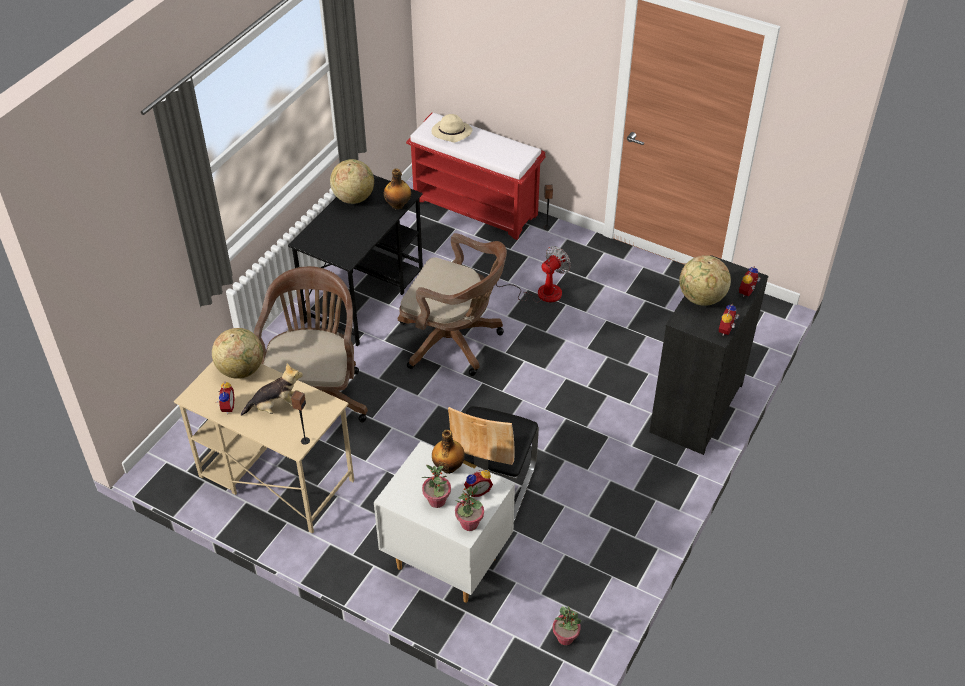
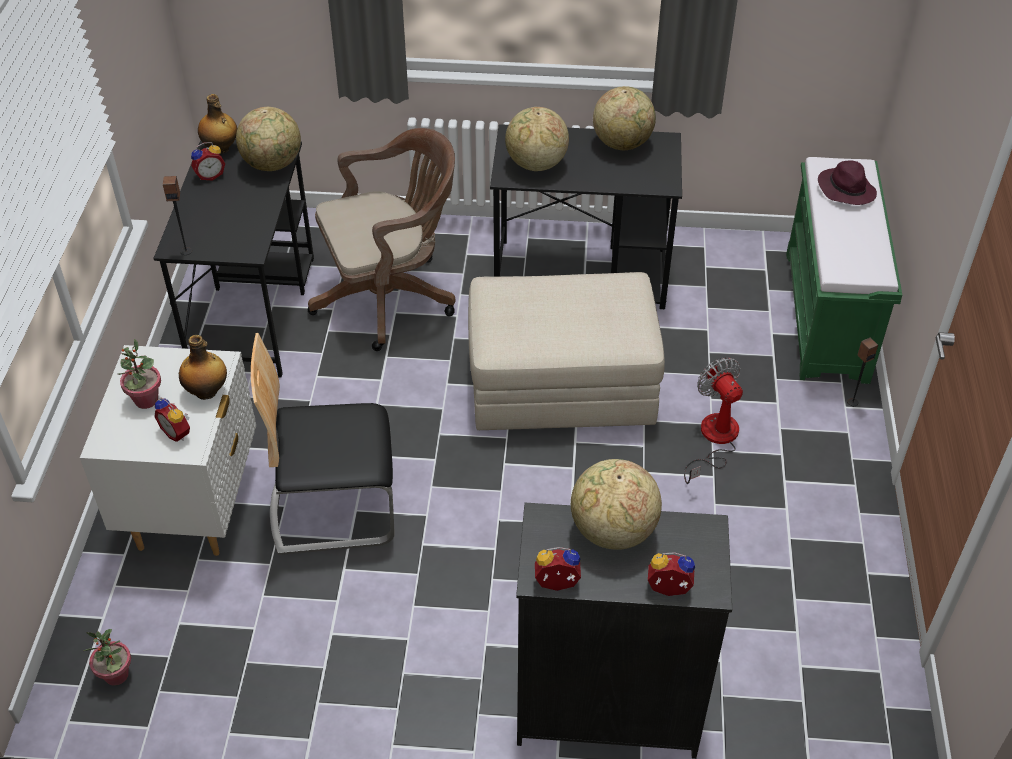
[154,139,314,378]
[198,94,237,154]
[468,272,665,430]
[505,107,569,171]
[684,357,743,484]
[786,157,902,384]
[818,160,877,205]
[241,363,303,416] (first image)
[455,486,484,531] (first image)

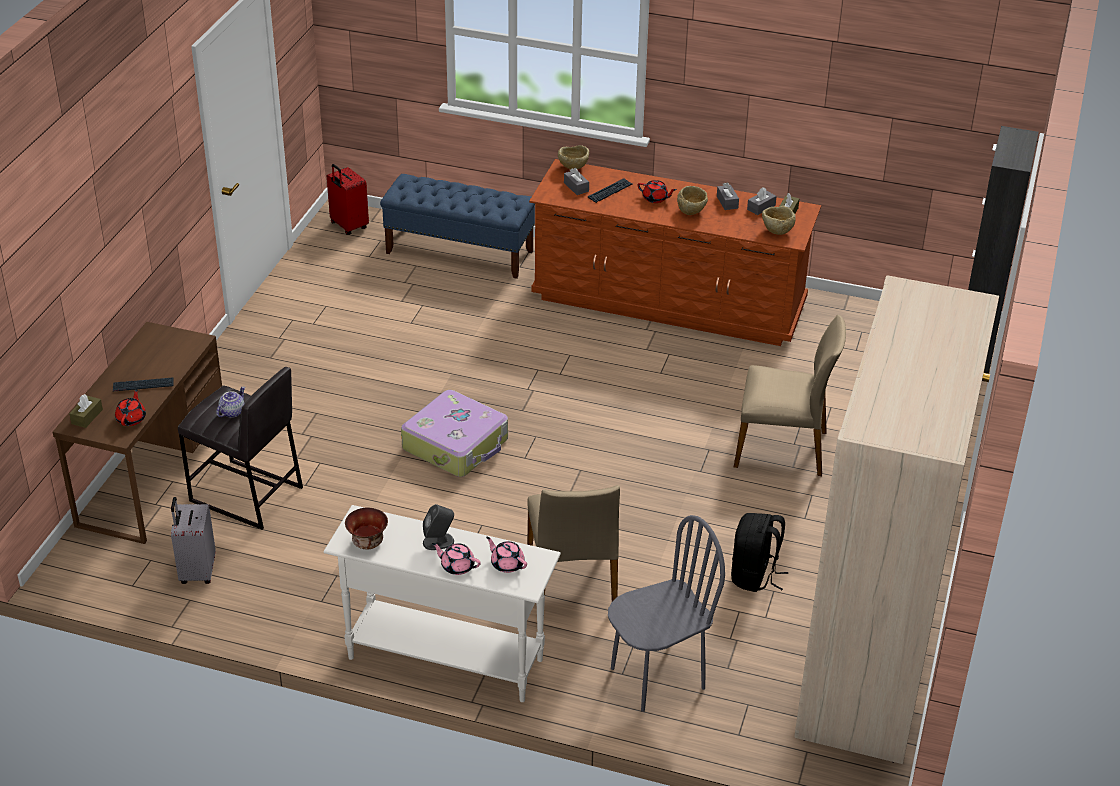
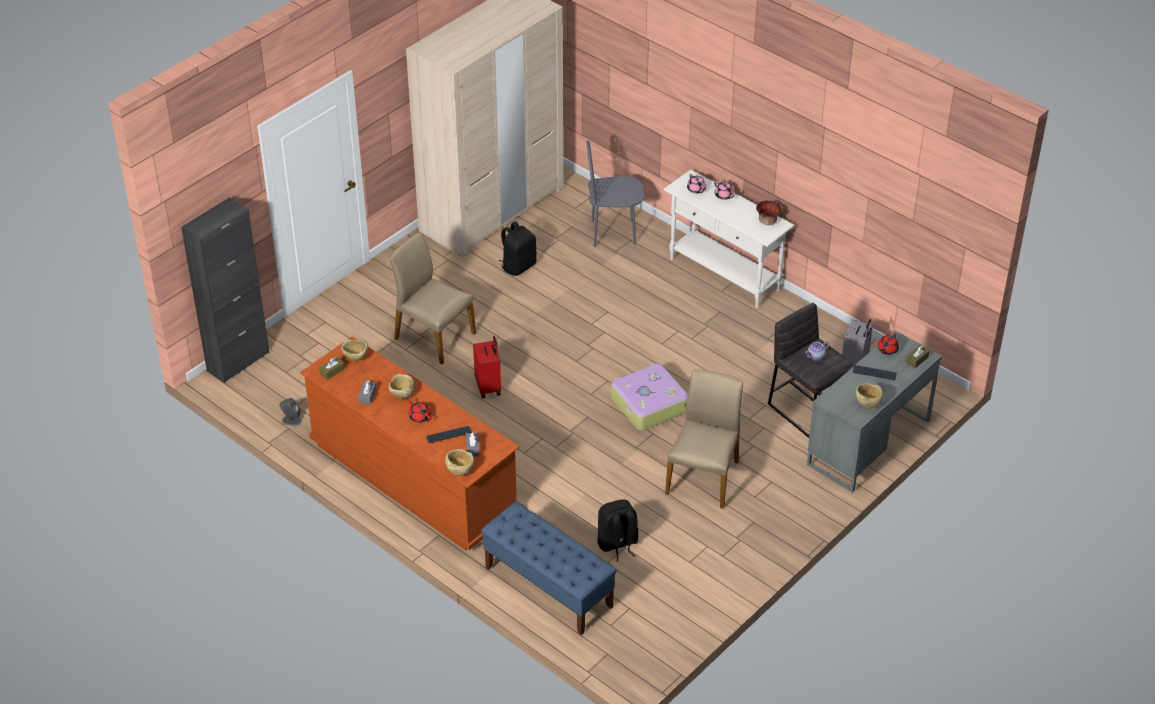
[279,398,302,426]
[473,336,501,398]
[597,499,638,562]
[665,369,743,509]
[807,330,942,493]
[856,383,883,408]
[747,187,777,215] (first image)

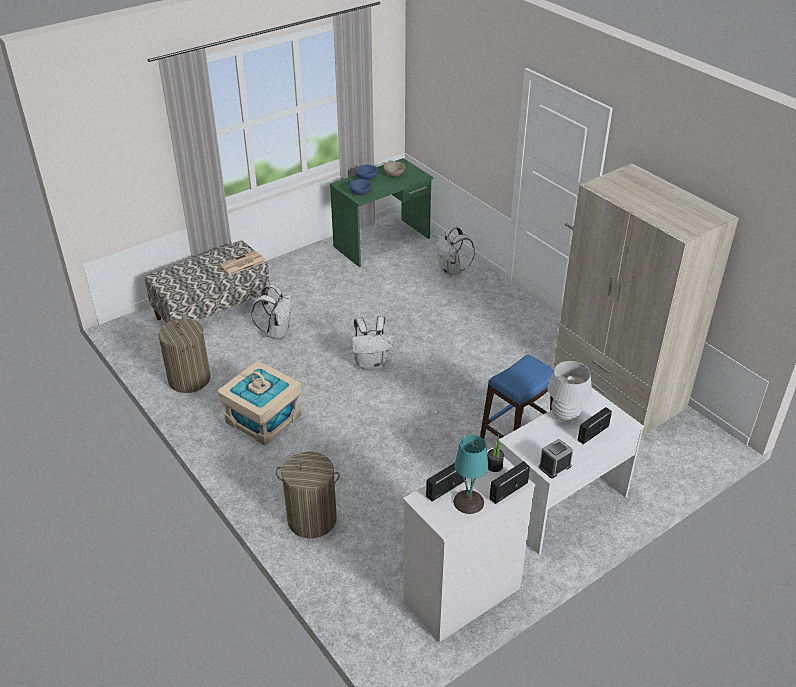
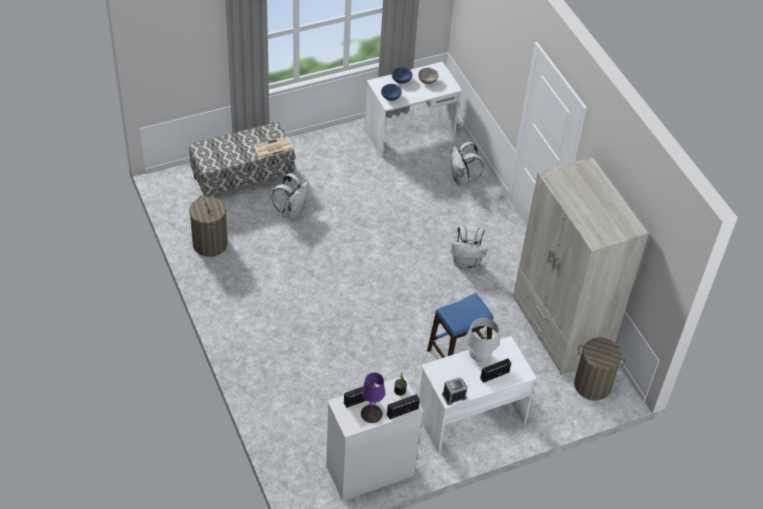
[361,373,385,423]
[364,62,462,158]
[451,226,488,269]
[574,338,625,400]
[218,361,302,445] (first image)

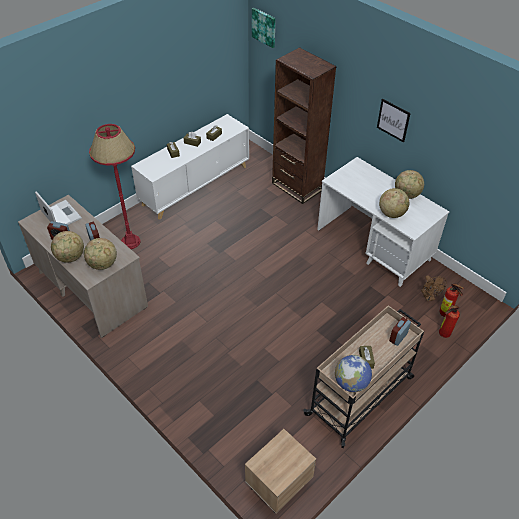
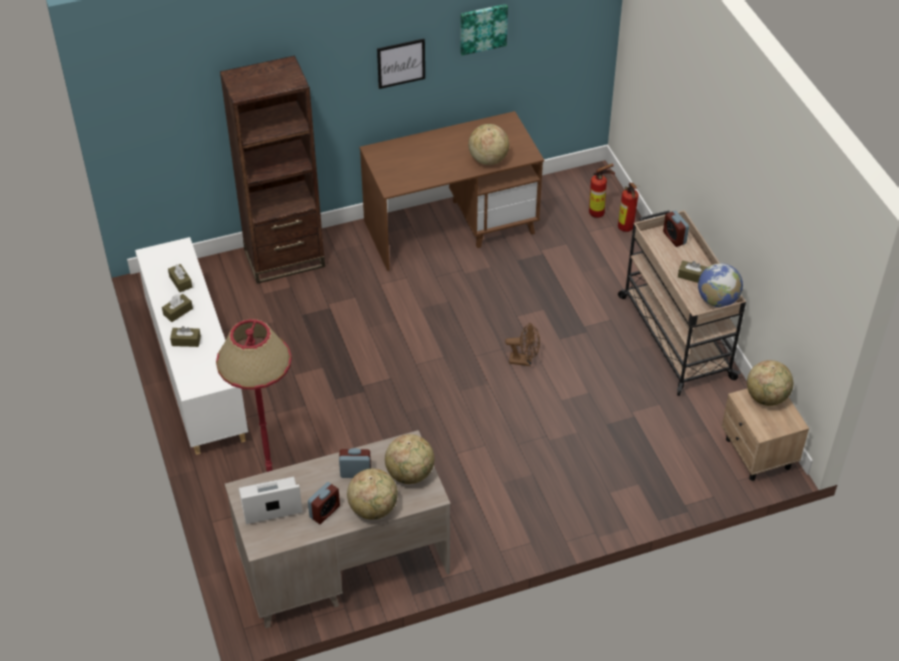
[359,111,544,271]
[460,4,508,56]
[505,323,540,366]
[747,360,793,406]

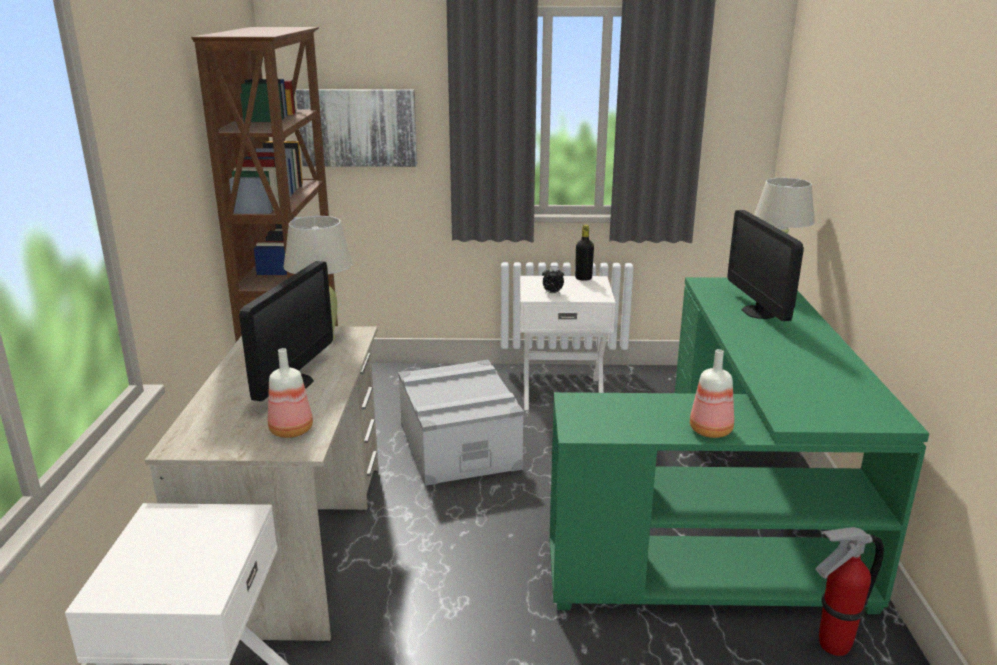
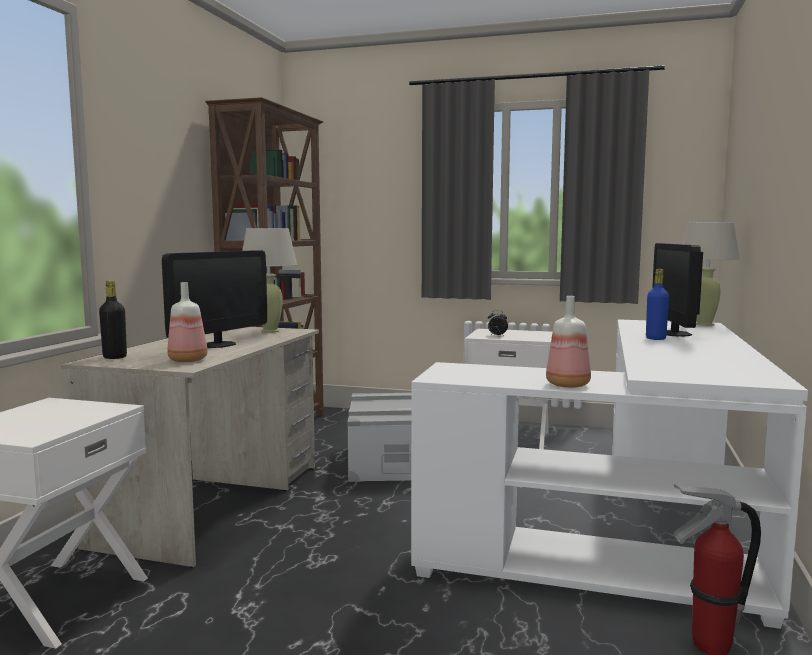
[99,280,127,359]
[411,319,808,629]
[646,269,669,340]
[296,89,417,167] (first image)

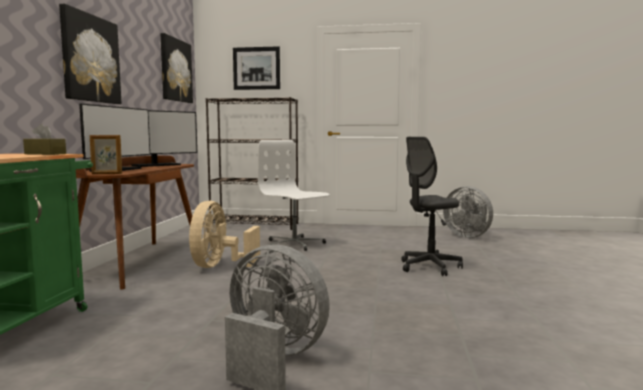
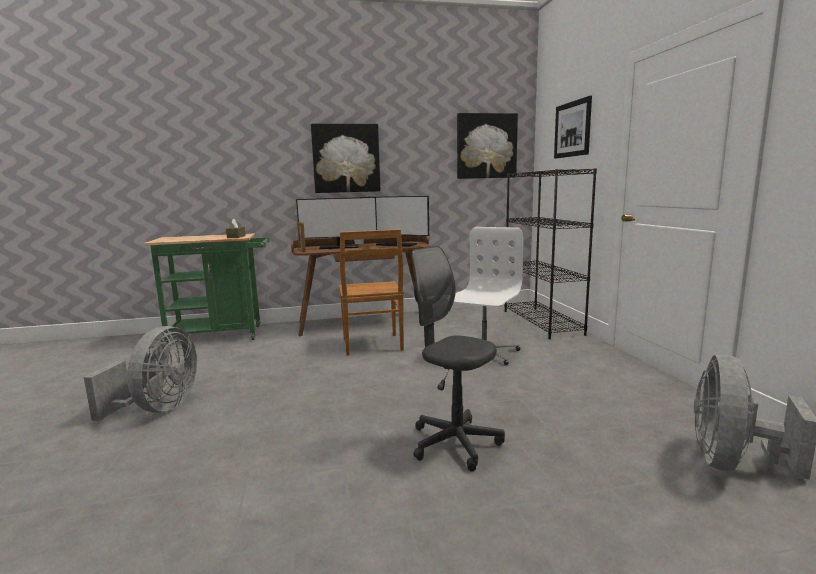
[339,229,404,356]

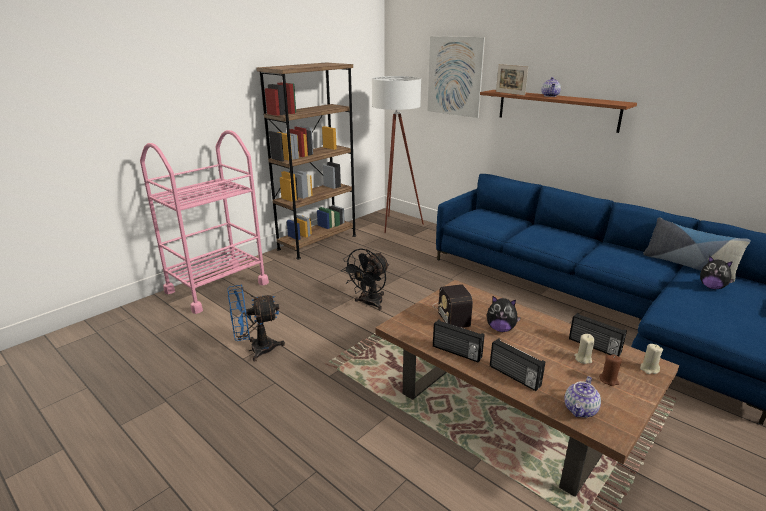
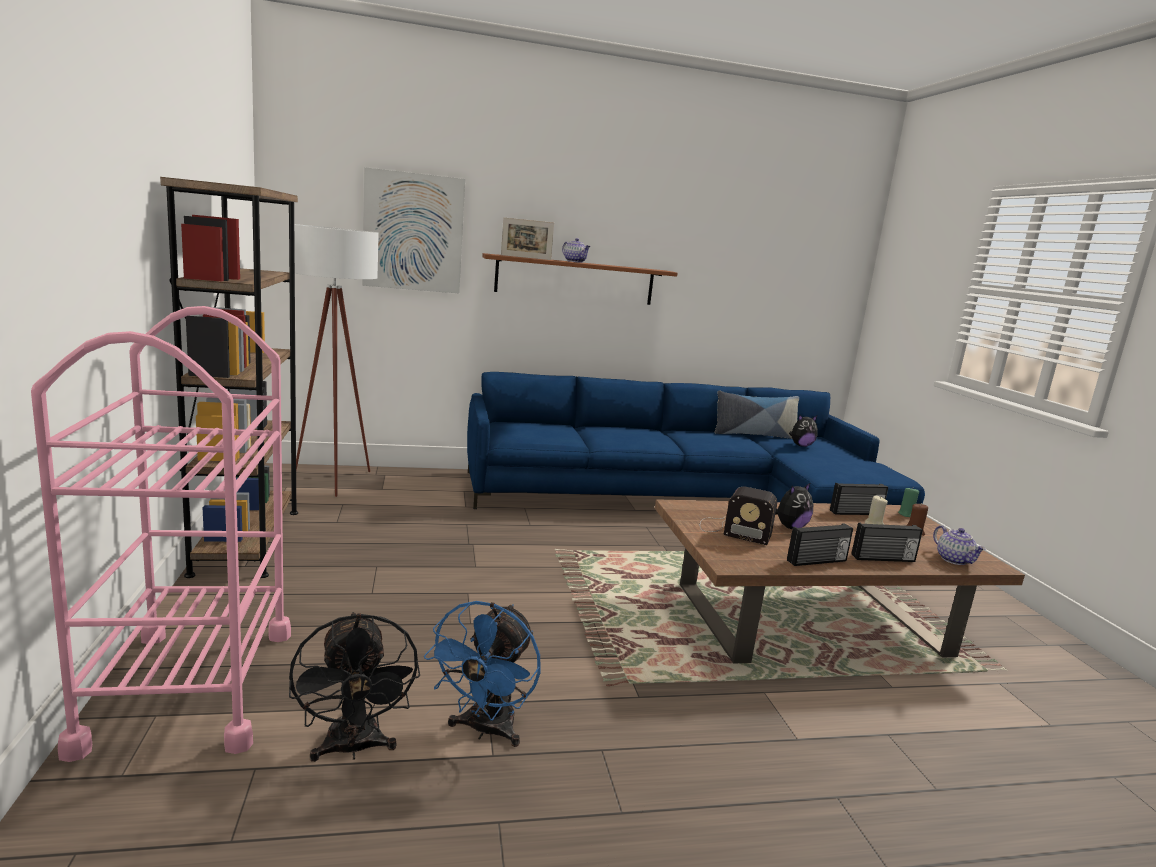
[289,612,420,762]
[898,488,919,517]

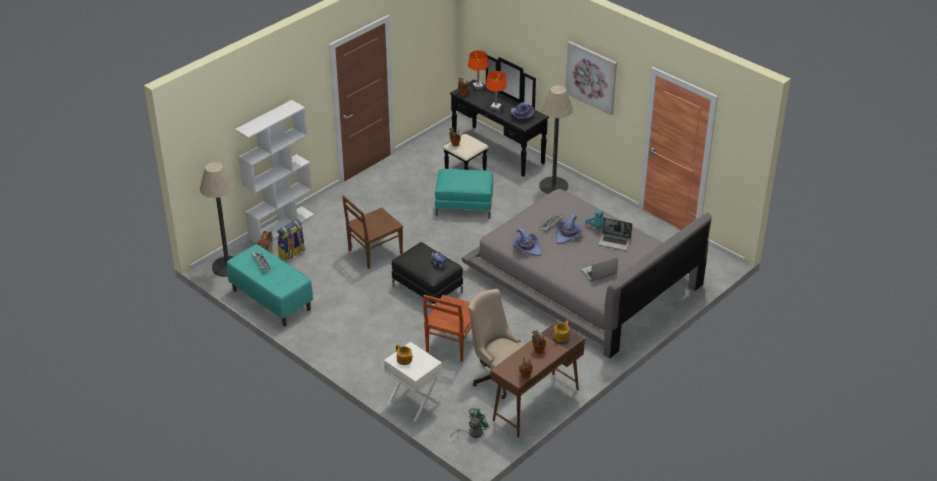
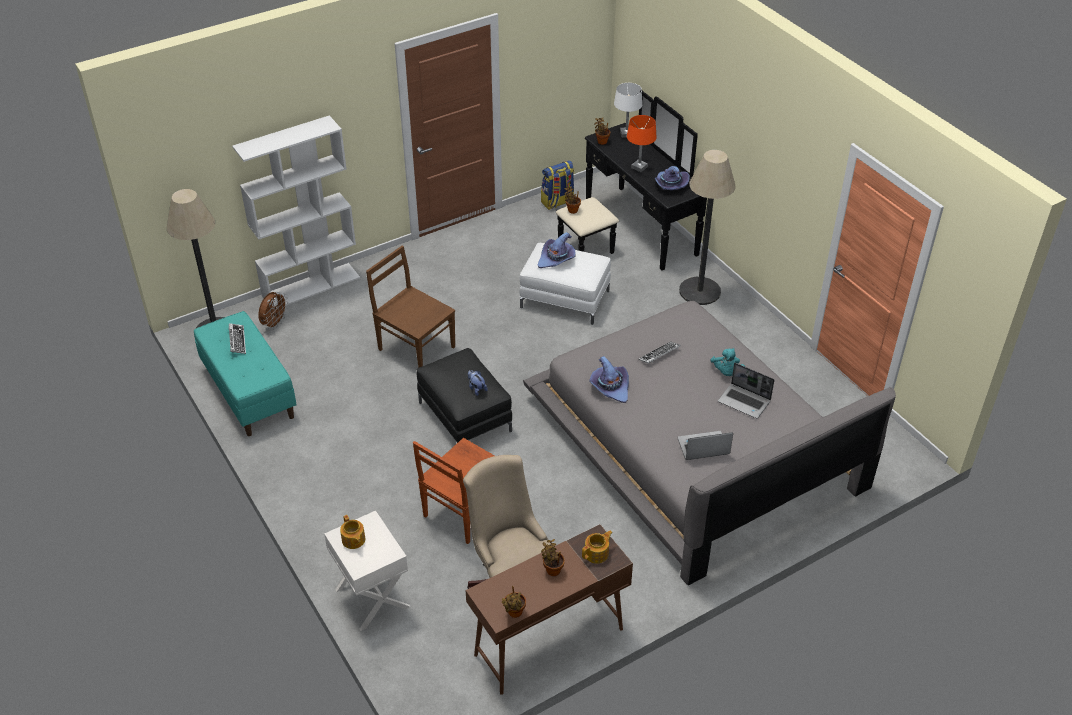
[366,245,455,368]
[519,243,611,325]
[537,232,576,268]
[541,160,574,210]
[614,83,642,138]
[450,408,490,438] (first image)
[566,41,617,115] (first image)

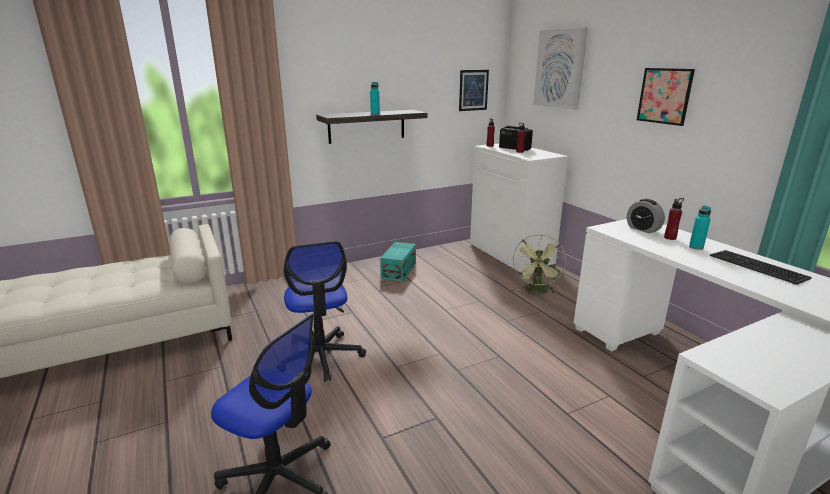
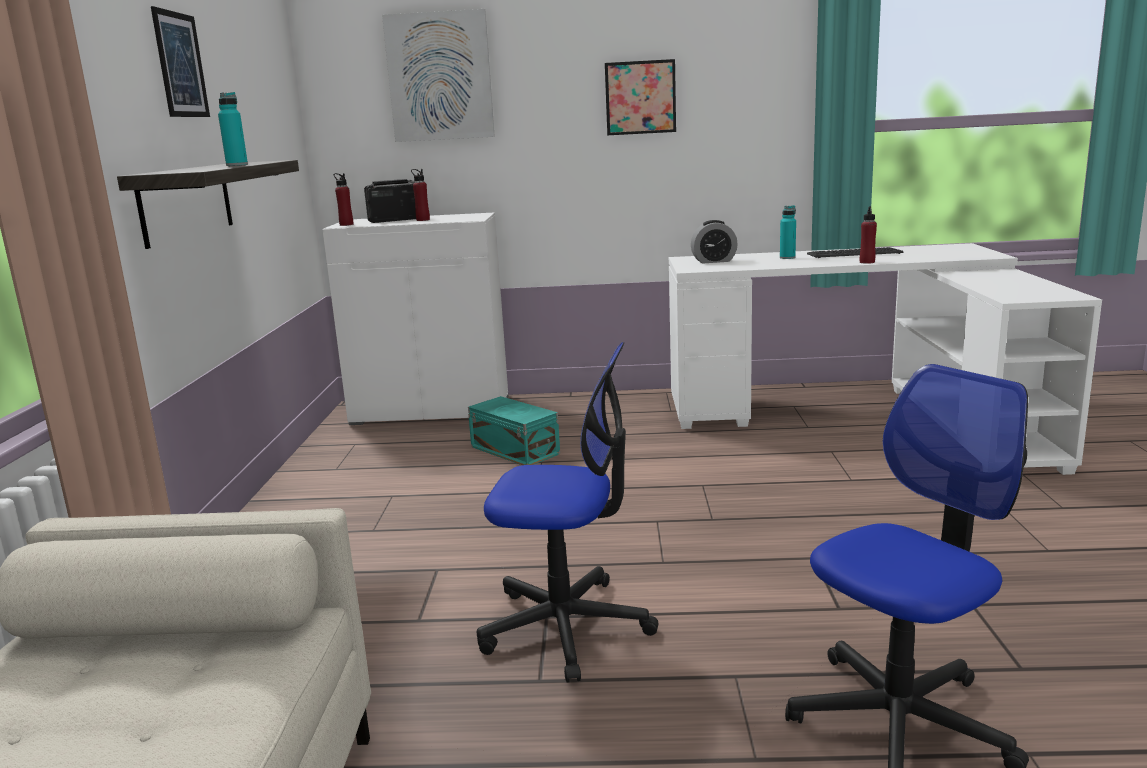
[151,6,210,117]
[468,396,560,465]
[860,206,877,264]
[513,234,566,294] (first image)

